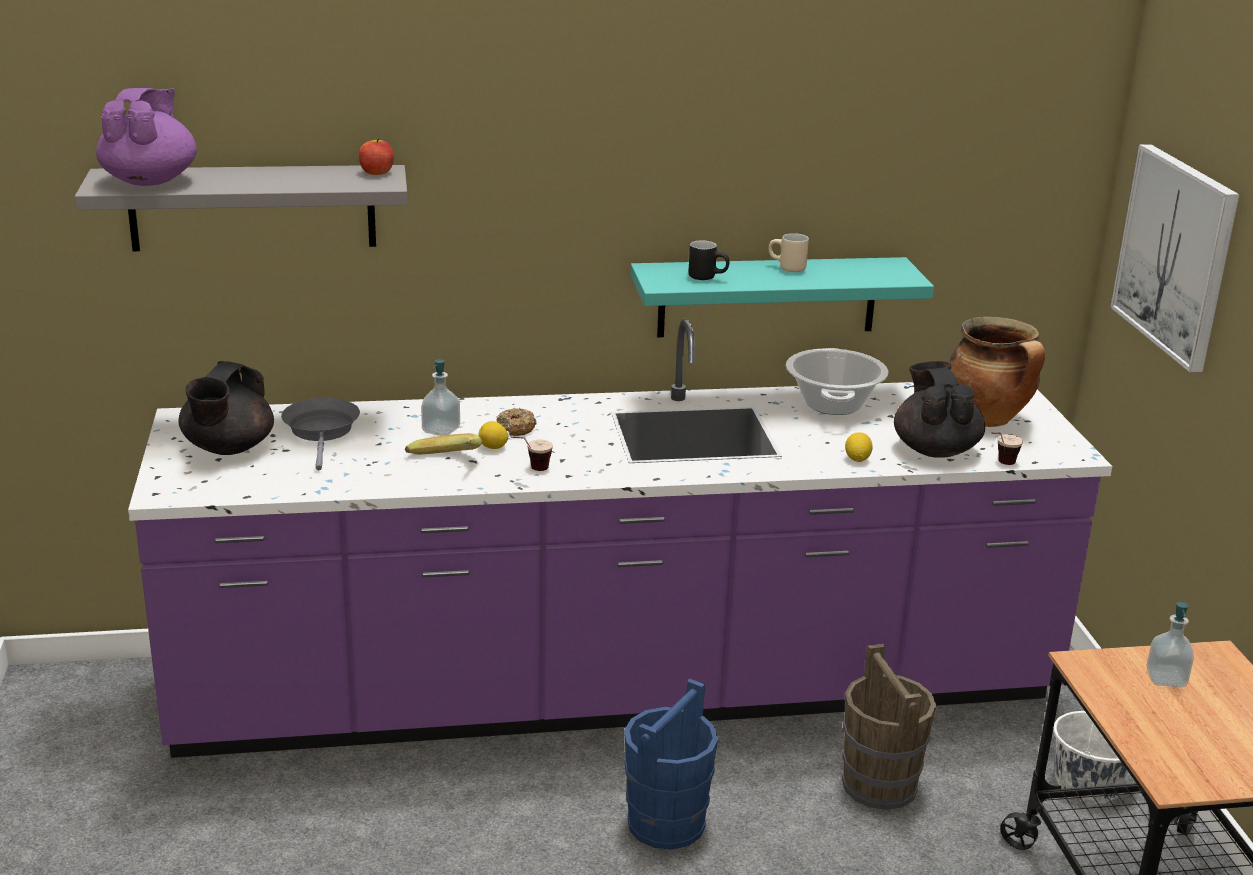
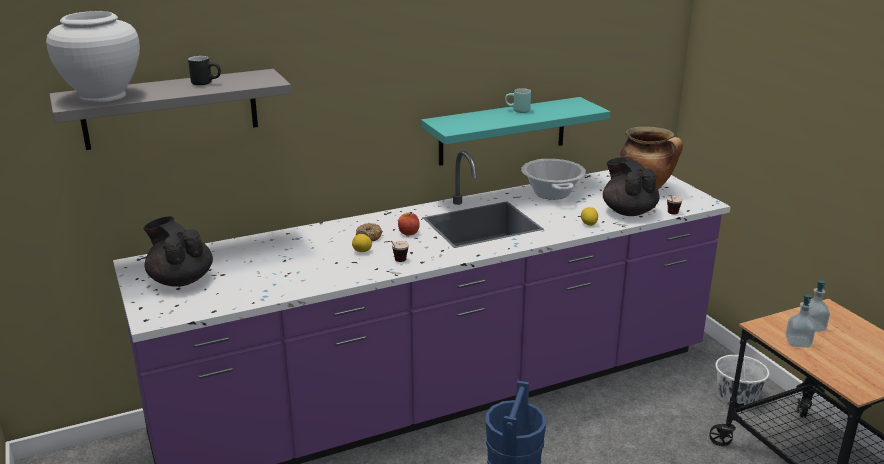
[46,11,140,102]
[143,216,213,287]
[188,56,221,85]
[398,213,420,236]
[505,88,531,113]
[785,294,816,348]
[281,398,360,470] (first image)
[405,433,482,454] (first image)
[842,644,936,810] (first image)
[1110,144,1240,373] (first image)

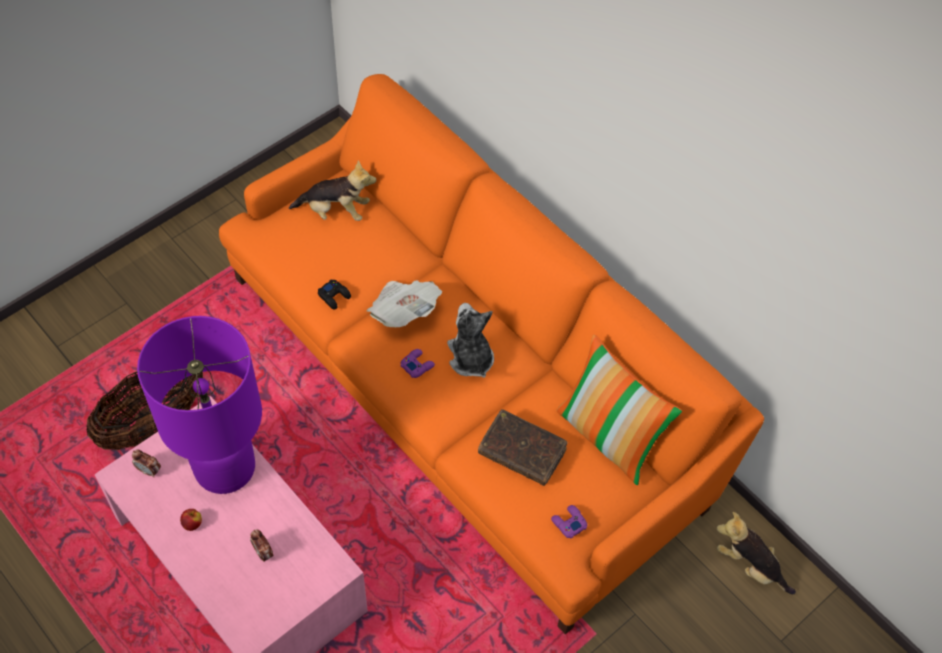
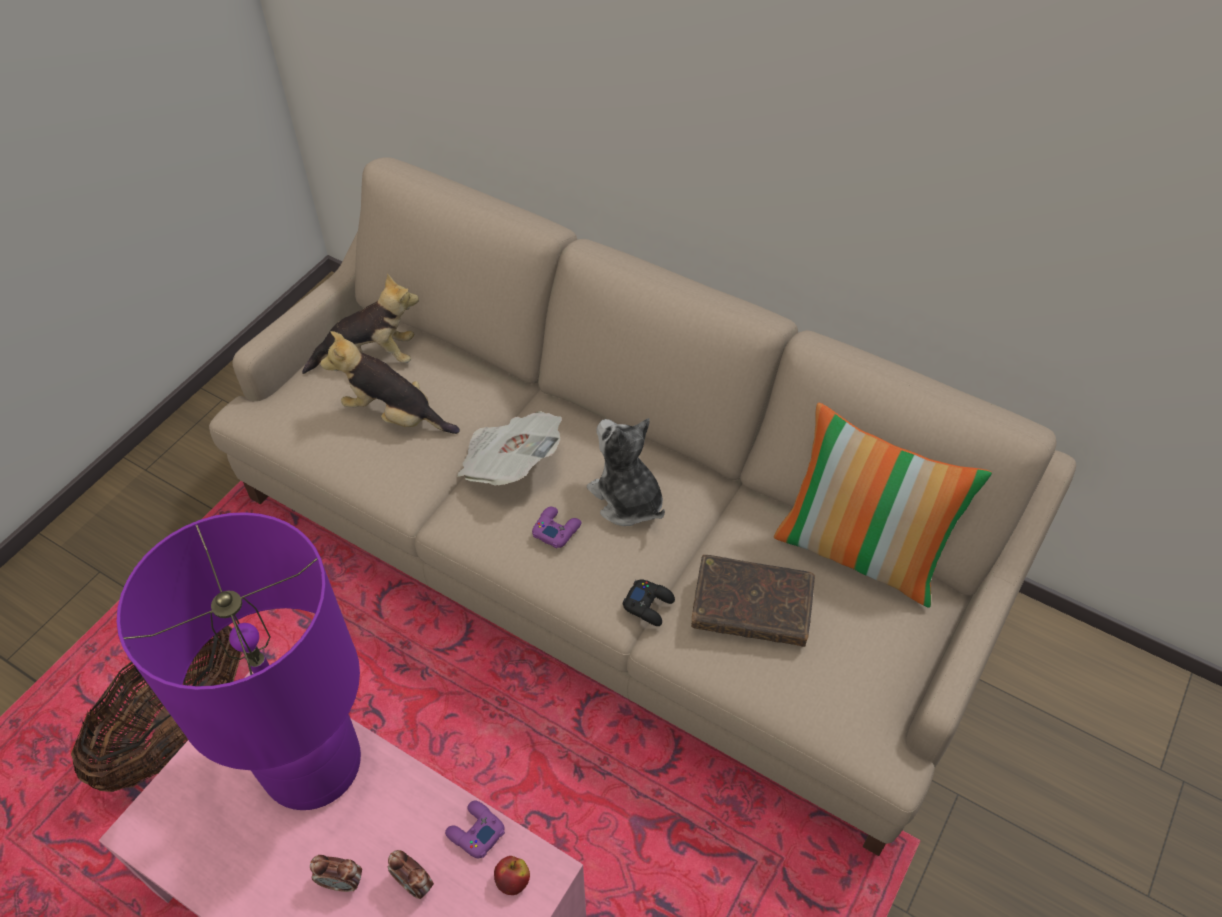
[209,157,1076,856]
[310,855,362,892]
[320,331,460,434]
[445,800,505,858]
[494,856,530,895]
[623,579,675,626]

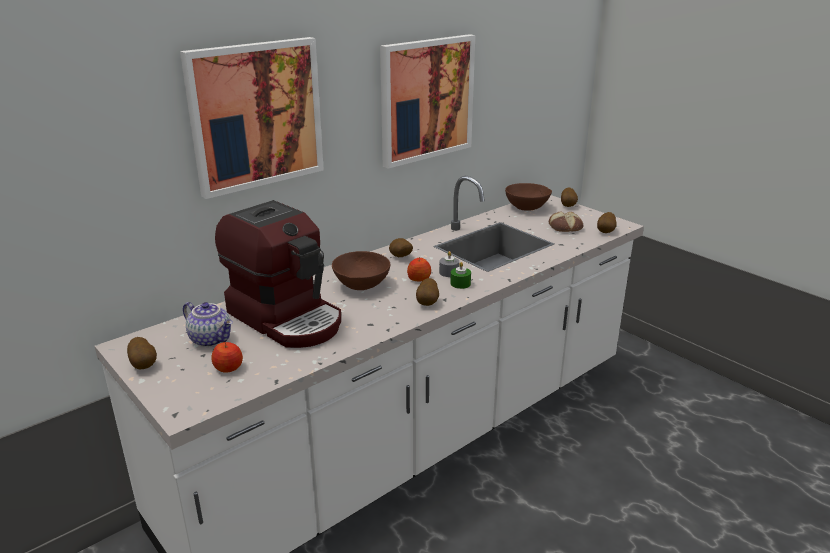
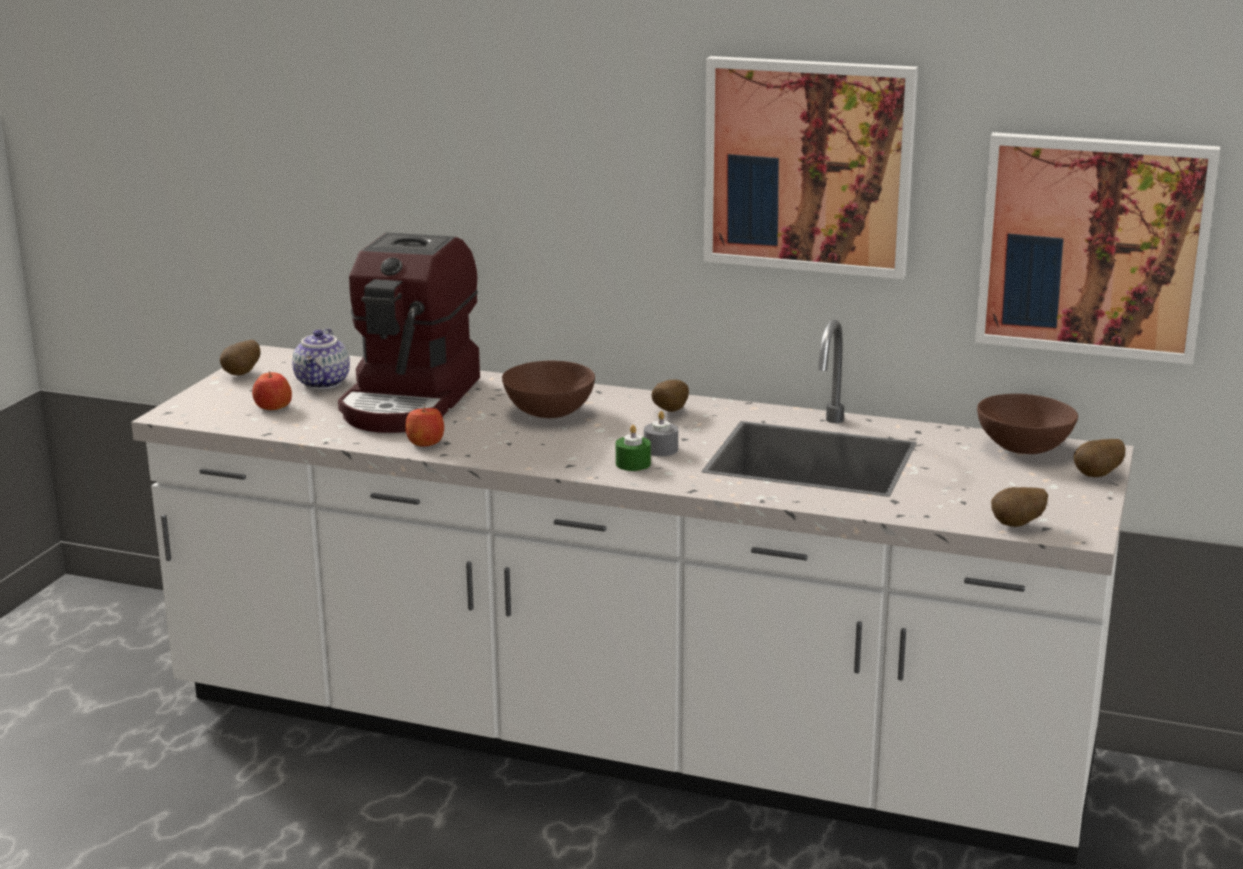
[405,404,444,447]
[975,132,1220,365]
[416,278,439,306] (first image)
[549,211,583,232] (first image)

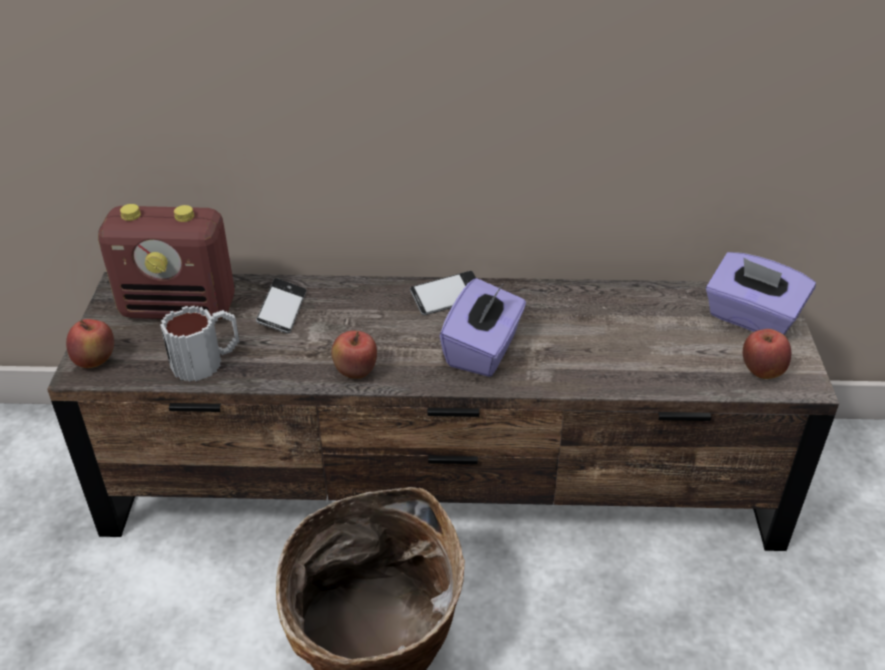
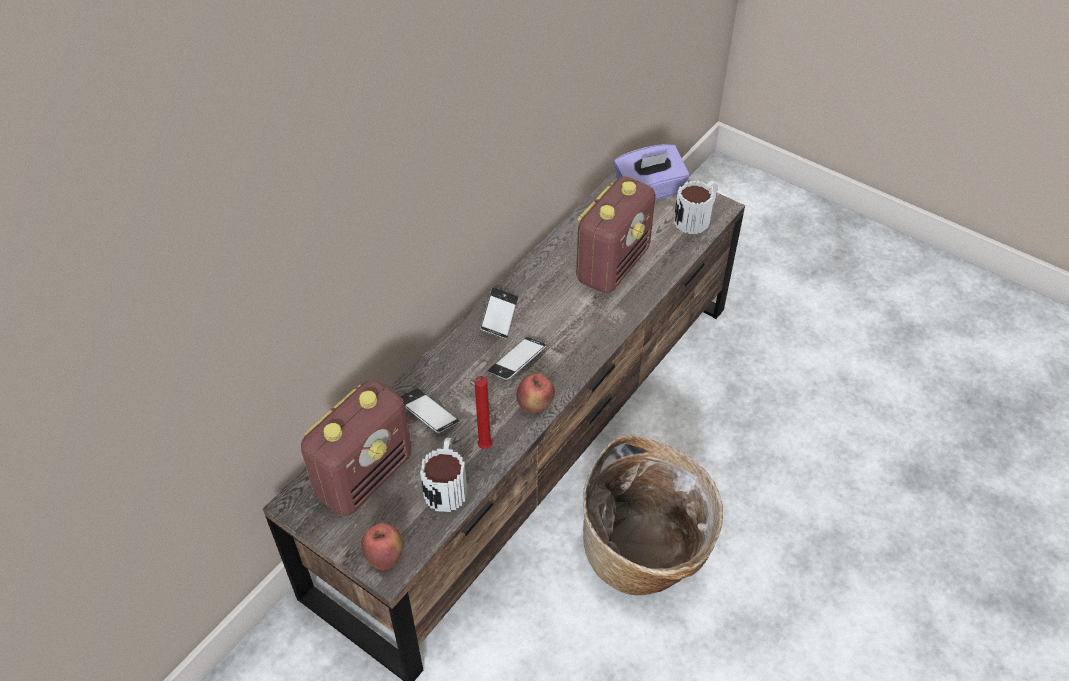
[471,376,492,449]
[488,337,547,381]
[576,176,656,293]
[674,180,718,234]
[440,278,526,377] (first image)

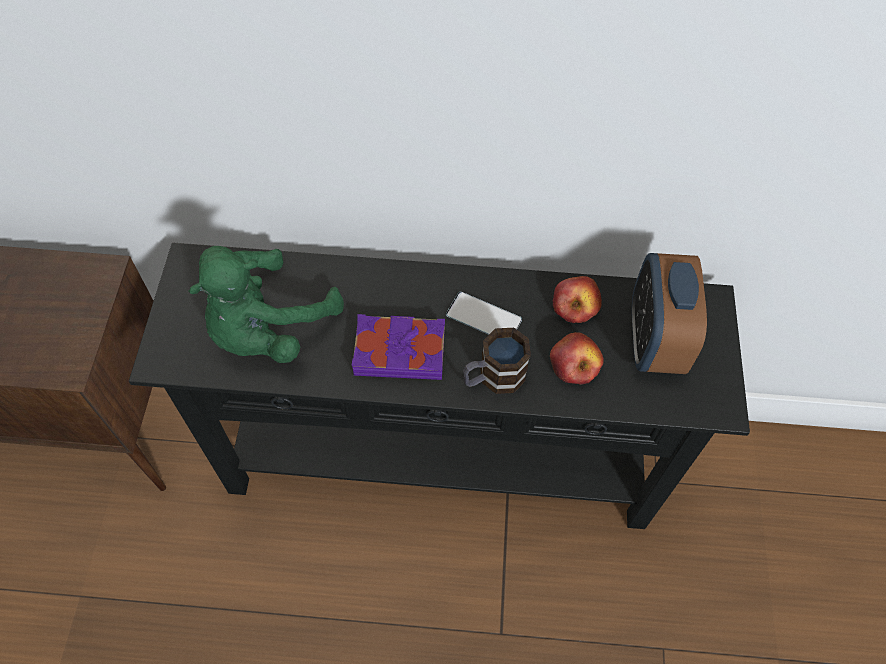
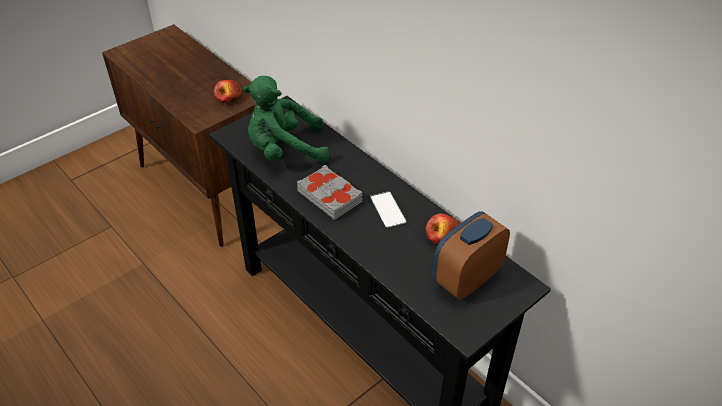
[214,80,242,103]
[297,165,362,220]
[463,328,531,394] (first image)

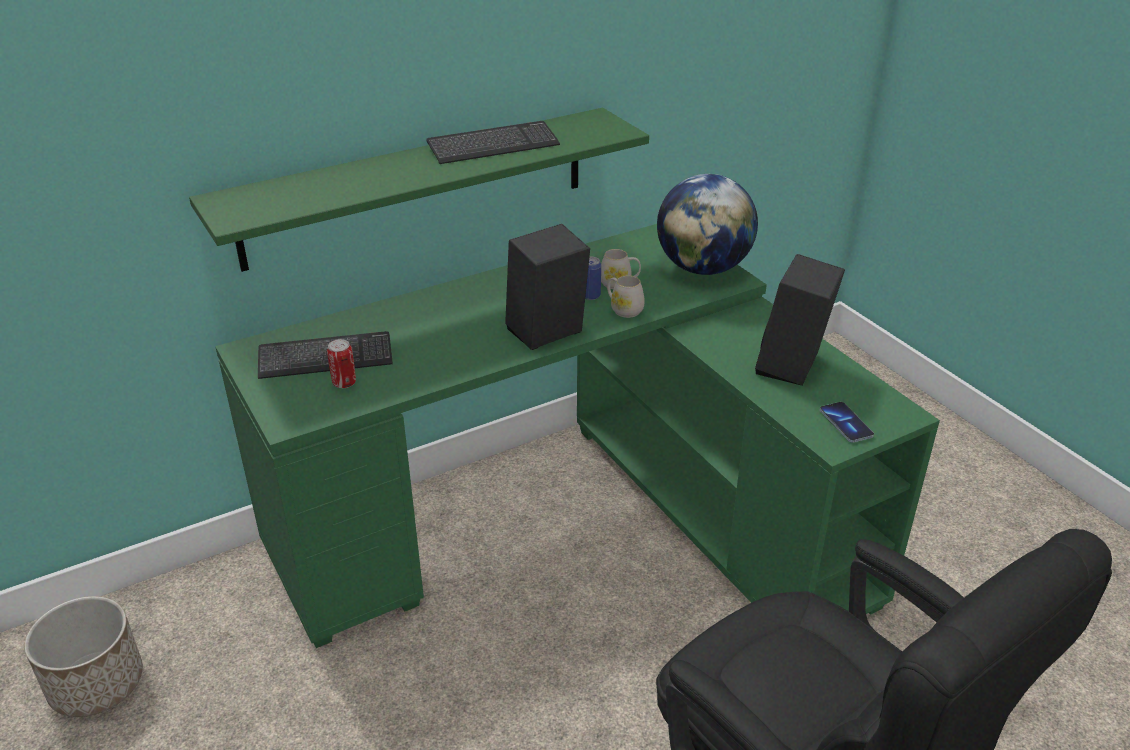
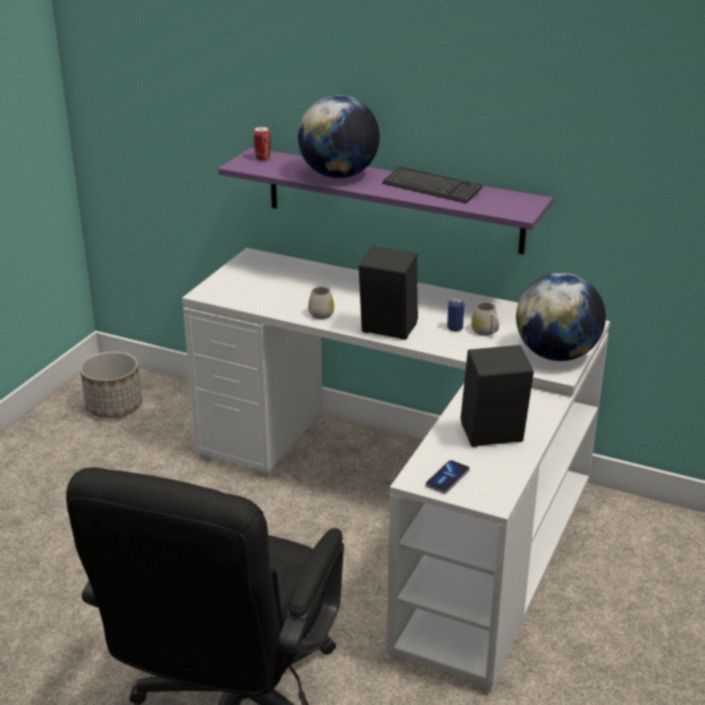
[182,248,610,692]
[218,148,553,254]
[253,127,271,161]
[298,95,380,178]
[308,286,334,319]
[258,331,393,379] (first image)

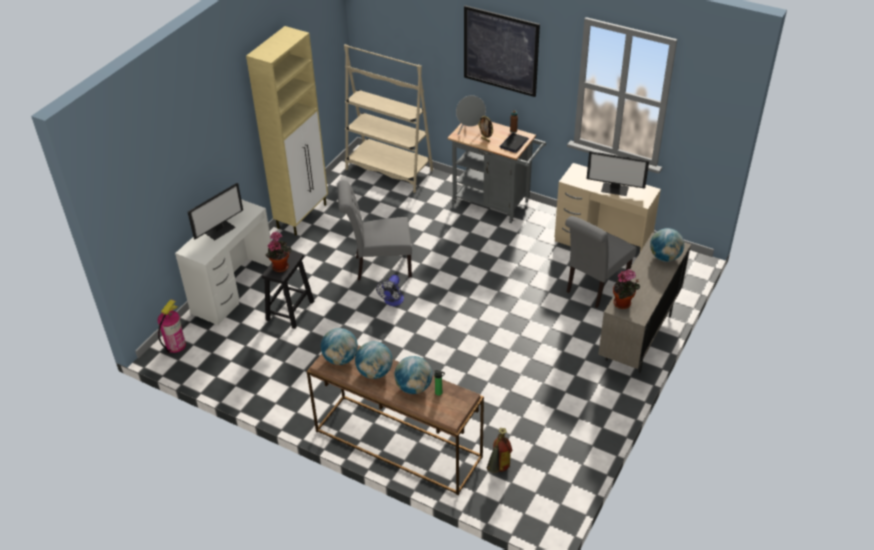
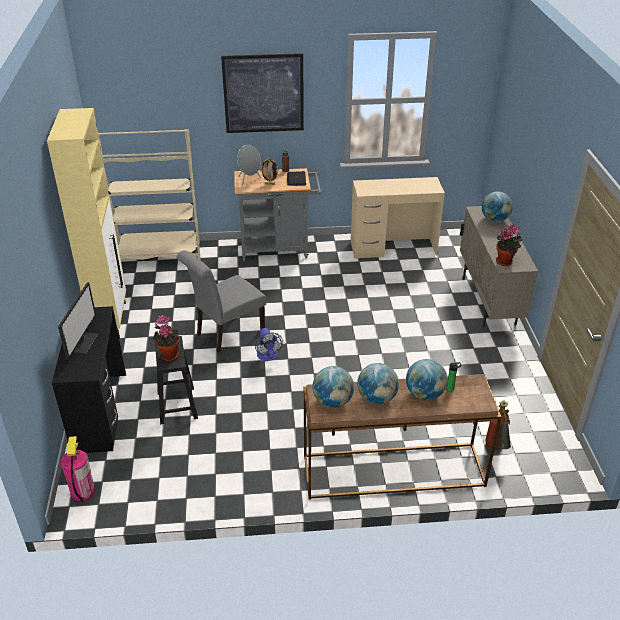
[52,306,126,453]
[565,216,637,308] (first image)
[586,151,649,196] (first image)

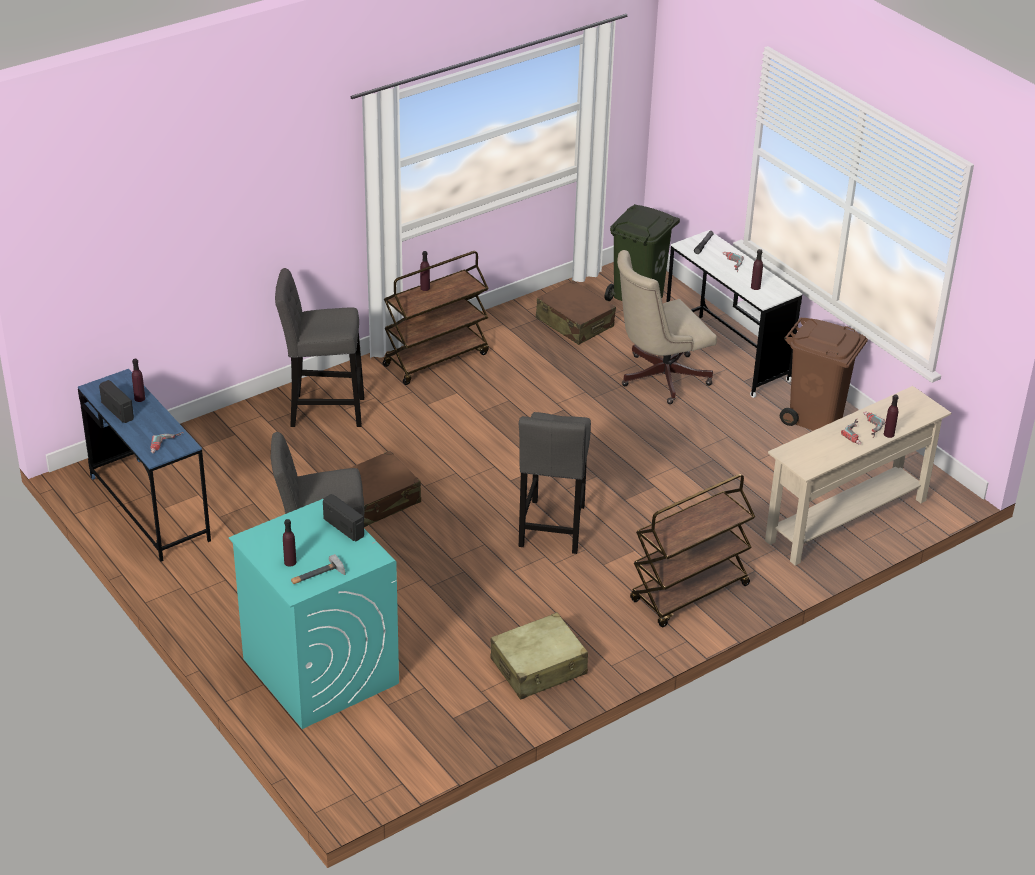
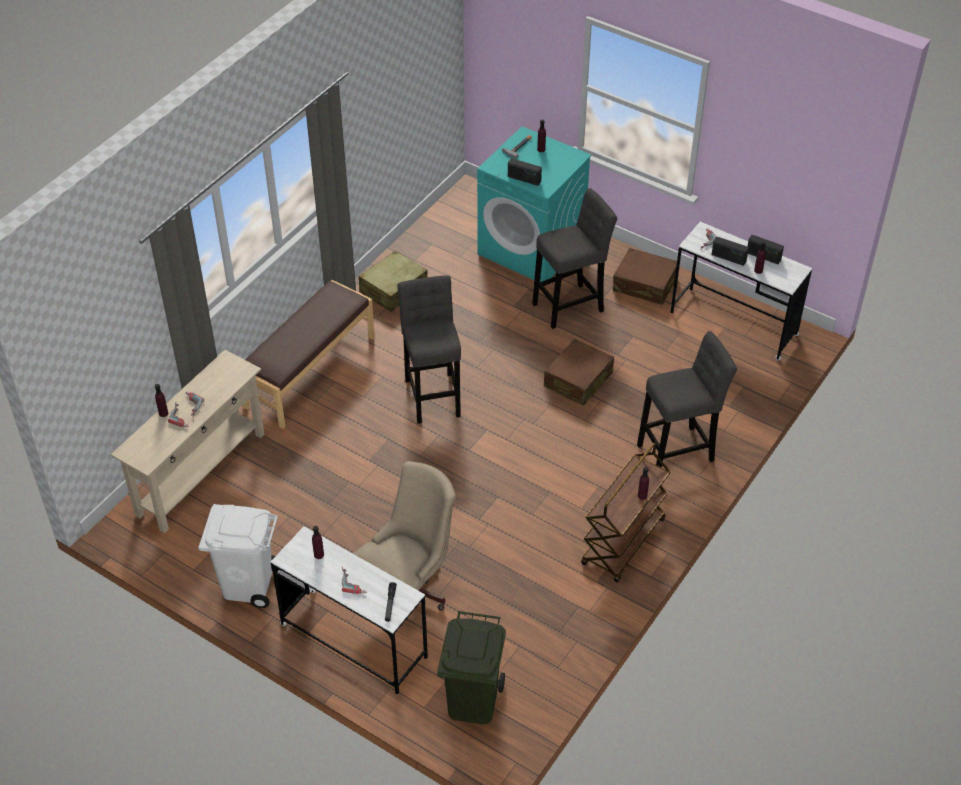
[198,504,278,608]
[243,280,375,429]
[613,248,677,305]
[670,222,812,361]
[711,237,749,266]

